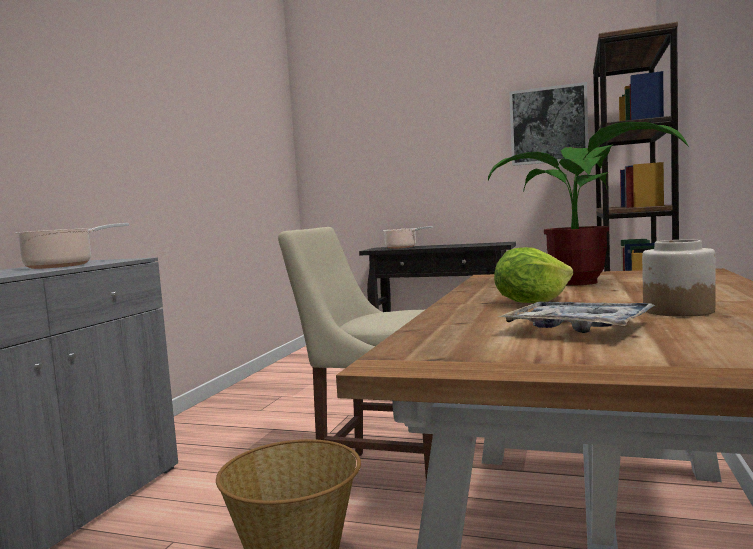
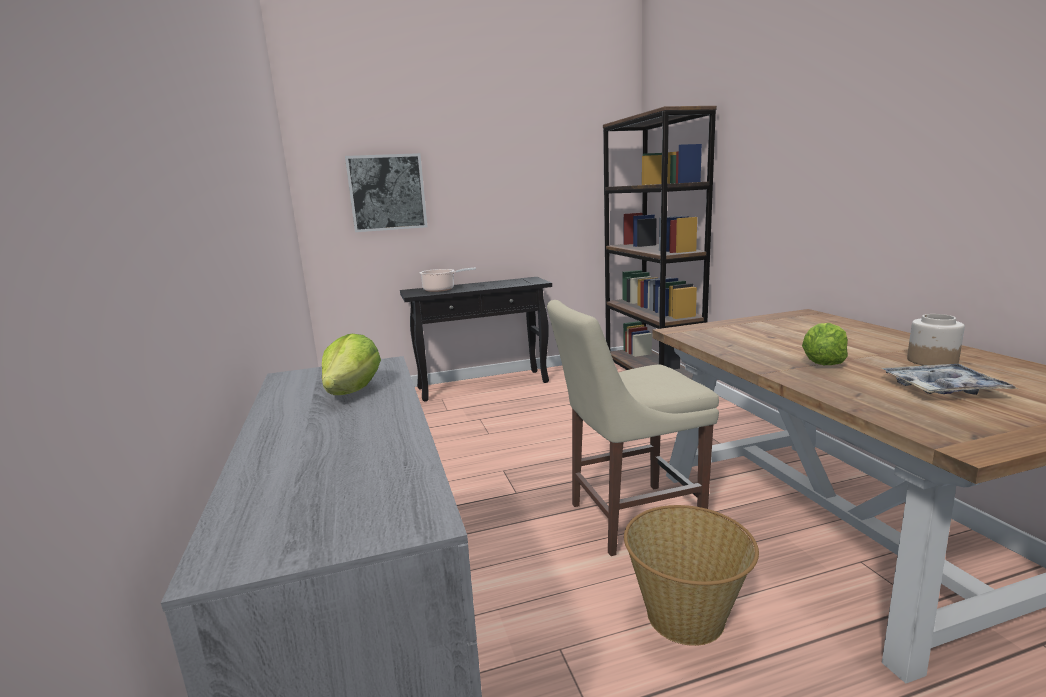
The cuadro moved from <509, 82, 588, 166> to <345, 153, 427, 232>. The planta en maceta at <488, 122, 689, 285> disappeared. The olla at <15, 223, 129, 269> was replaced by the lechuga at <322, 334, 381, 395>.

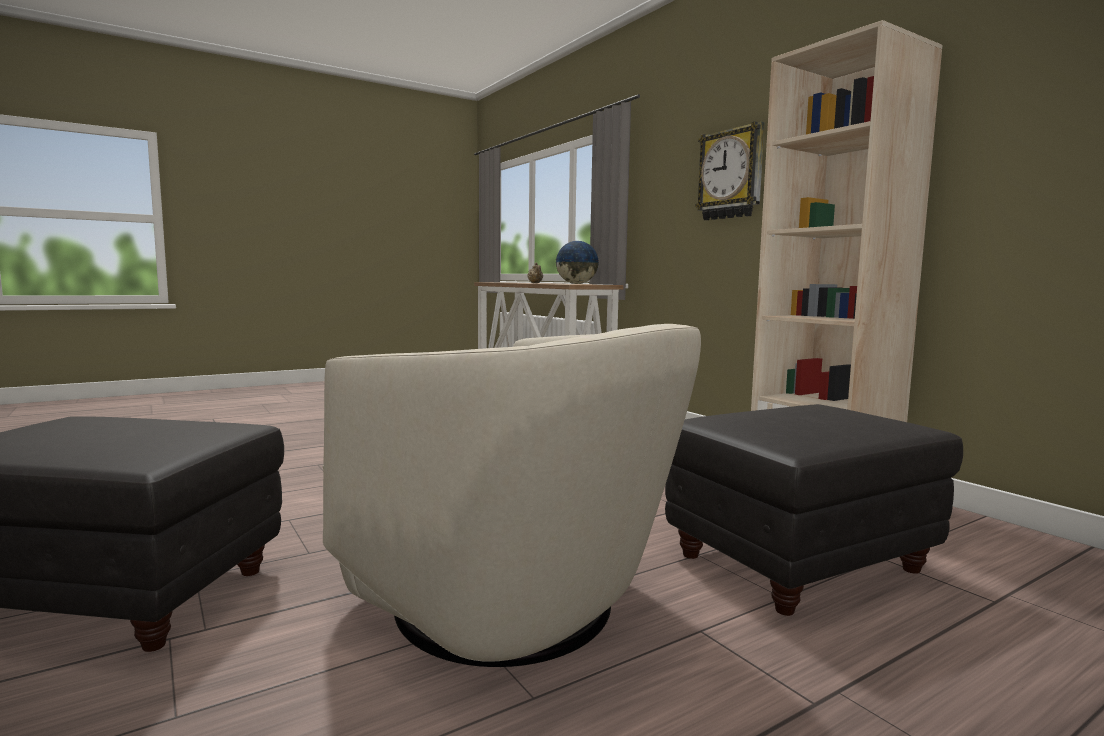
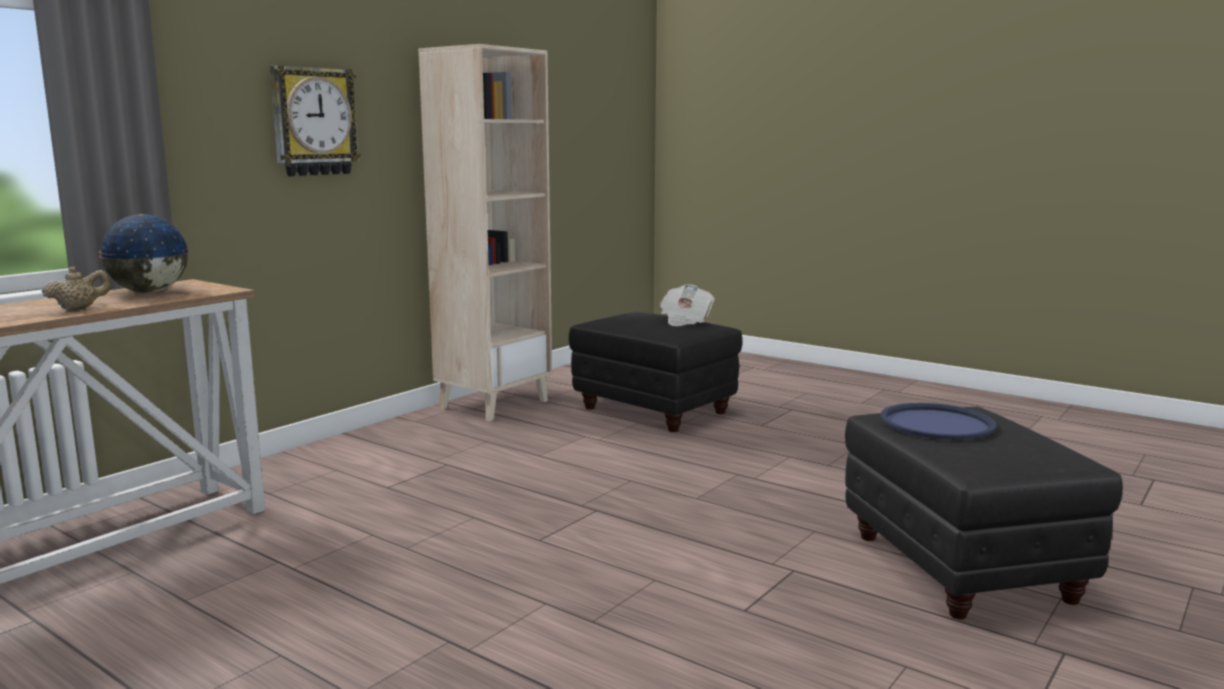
The sillón [beis] at <323, 324, 701, 667> disappeared. The periódico at <660, 284, 715, 326> appeared. The bandeja [azul] at <881, 403, 996, 440> appeared.

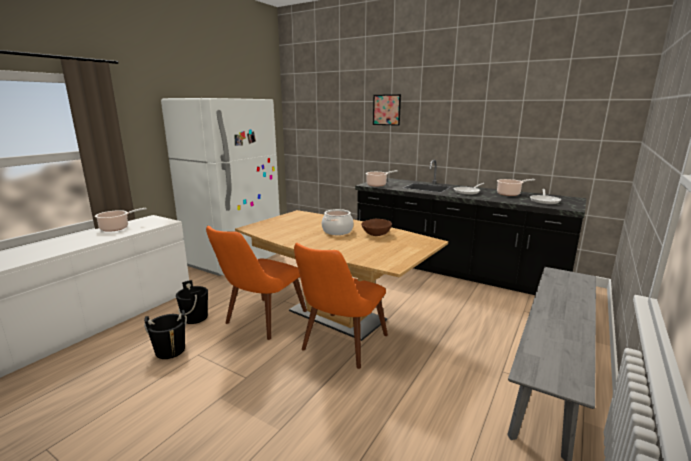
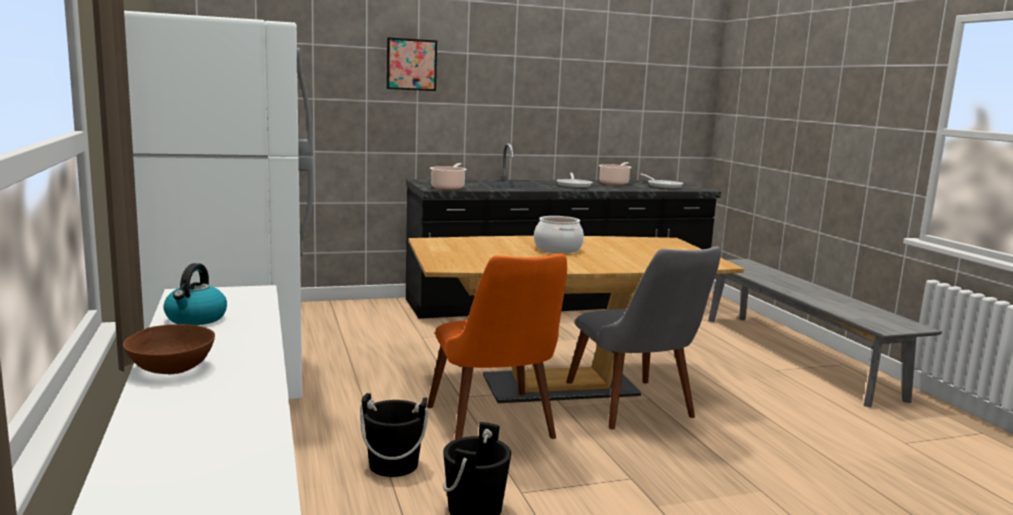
The olla at <95, 208, 147, 232> was replaced by the hervidor at <163, 263, 227, 325>. The cuenco [marrón] moved from <361, 219, 392, 236> to <123, 324, 215, 374>. The silla [naranja] at <294, 243, 388, 369> became the silla [gris] at <566, 246, 721, 430>.

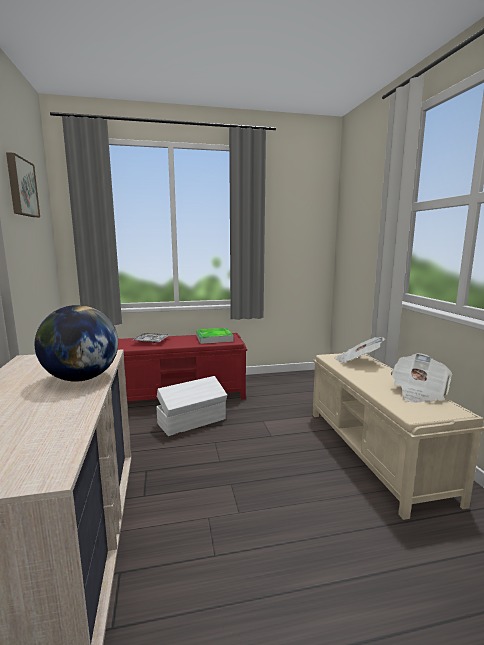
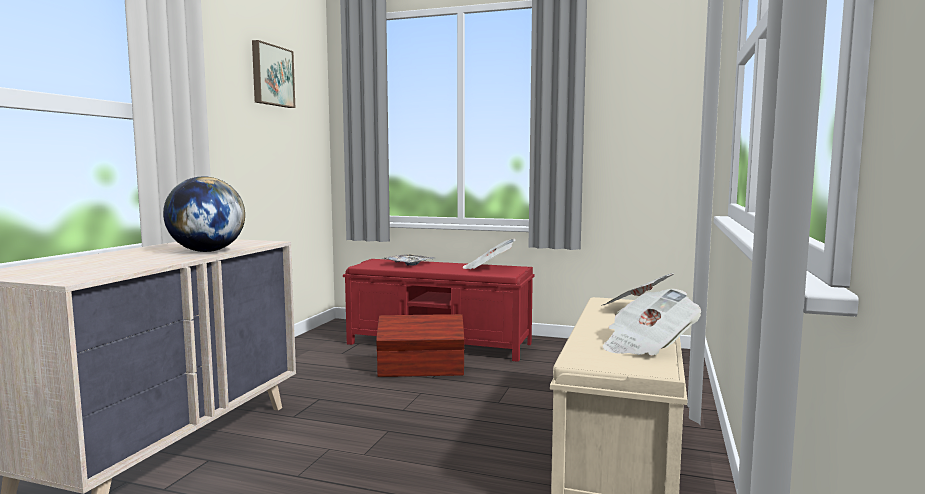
The bandeja at <196, 328, 233, 344> was replaced by the periódico at <462, 239, 516, 269>. The caja de almacenaje [blanco] at <156, 376, 227, 436> became the caja de almacenaje [marrón] at <376, 314, 464, 377>.

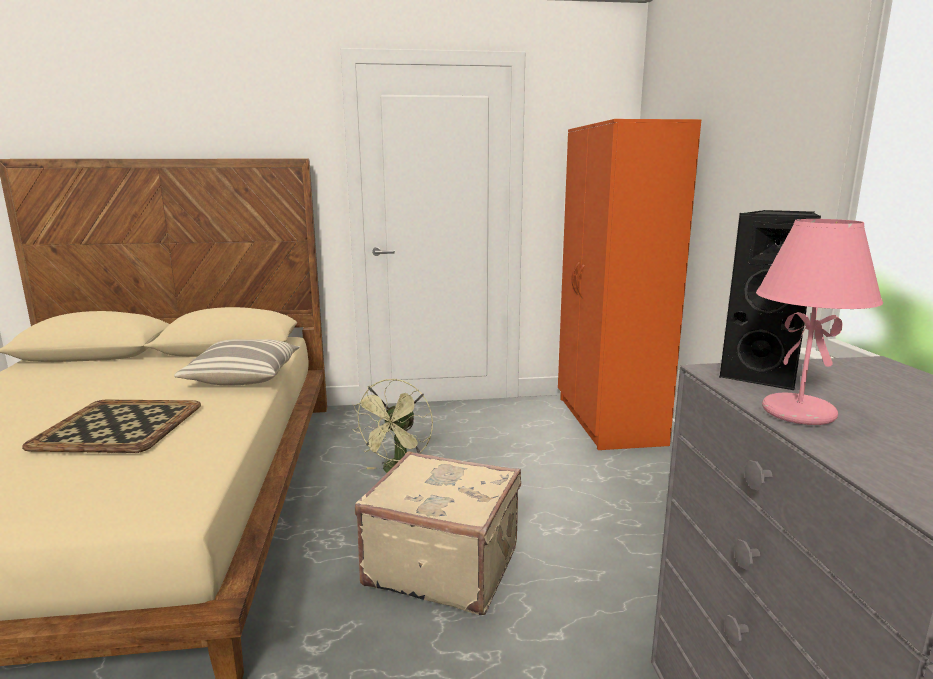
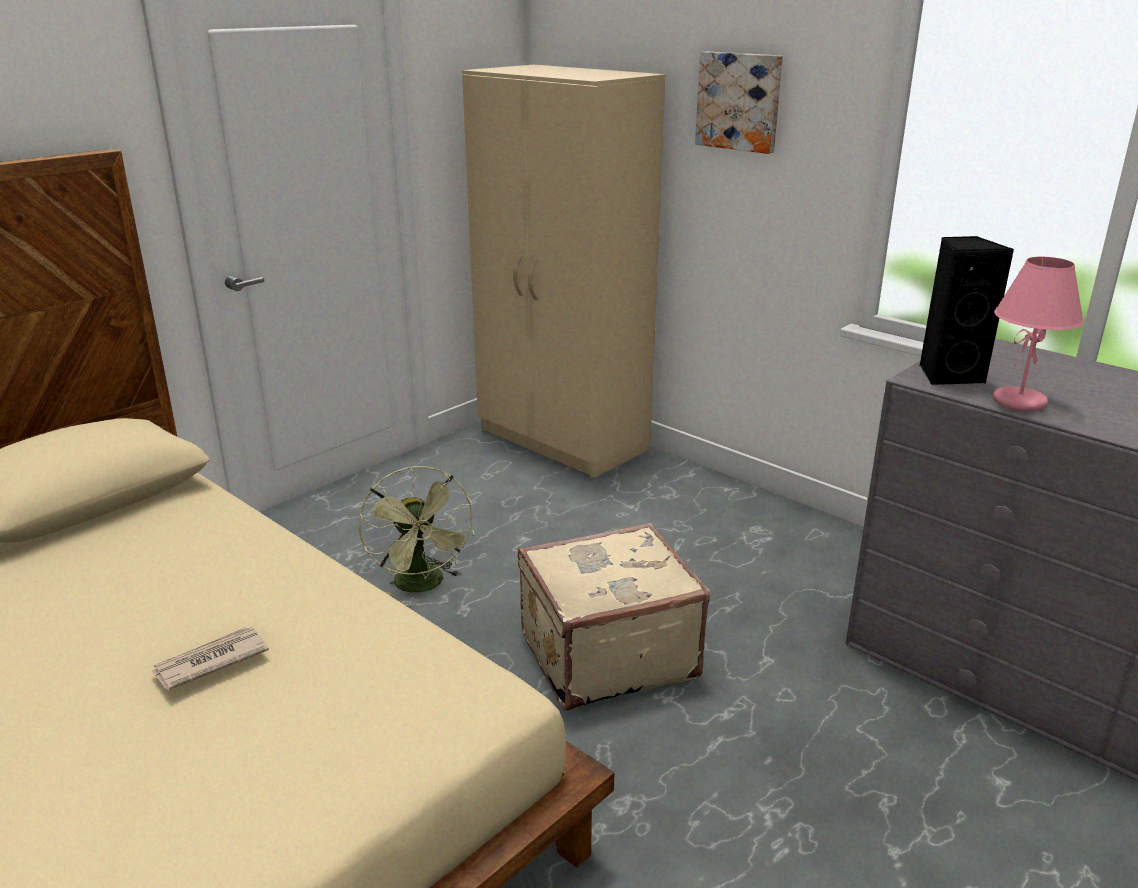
The armario ropero [naranja] at <558, 119, 701, 450> became the armario ropero [beis] at <462, 65, 666, 478>. The cojín at <174, 339, 300, 385> disappeared. The bandeja at <22, 400, 201, 453> was replaced by the periódico at <151, 627, 269, 690>. The cuadro at <695, 51, 783, 154> appeared.

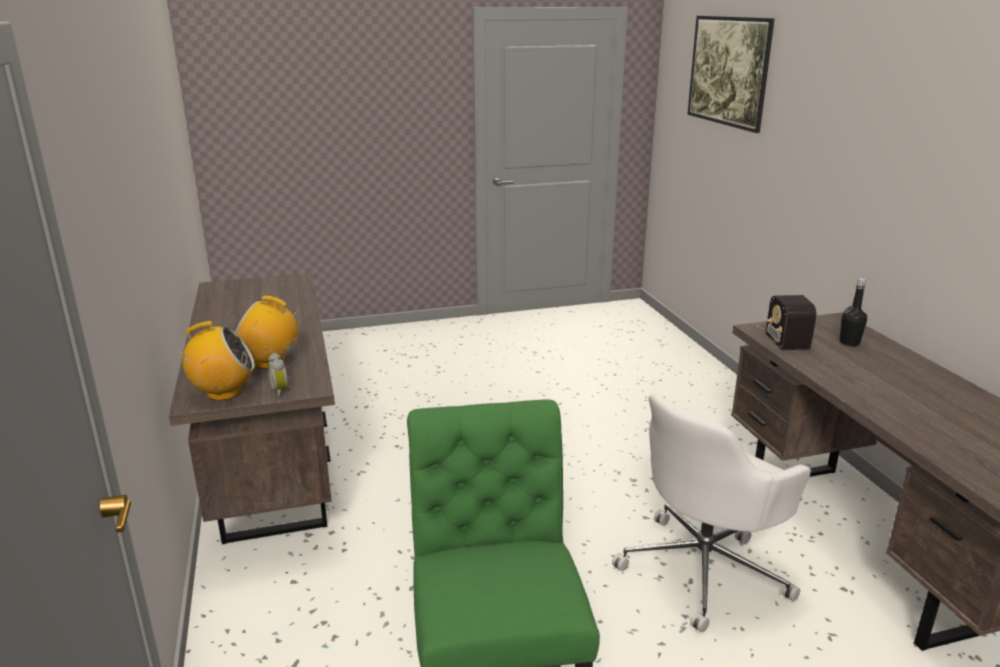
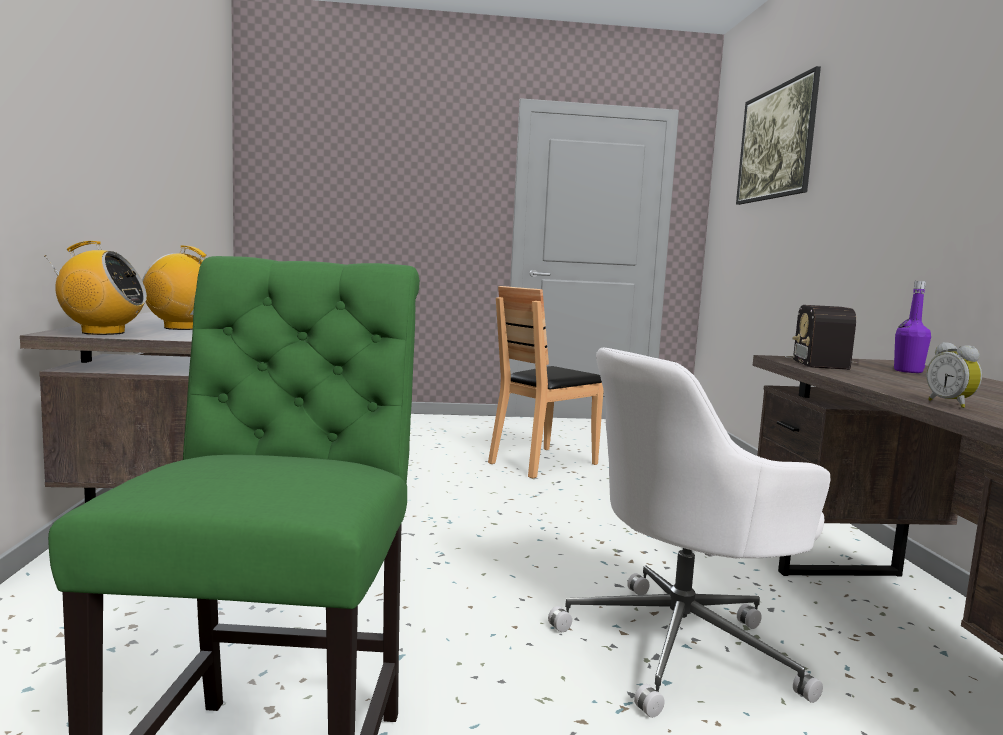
The botella [negro] at <840, 278, 867, 346> became the botella [morado] at <894, 281, 931, 373>. The despertador moved from <268, 353, 291, 397> to <926, 342, 982, 408>. The silla [marrón] at <488, 286, 603, 478> appeared.

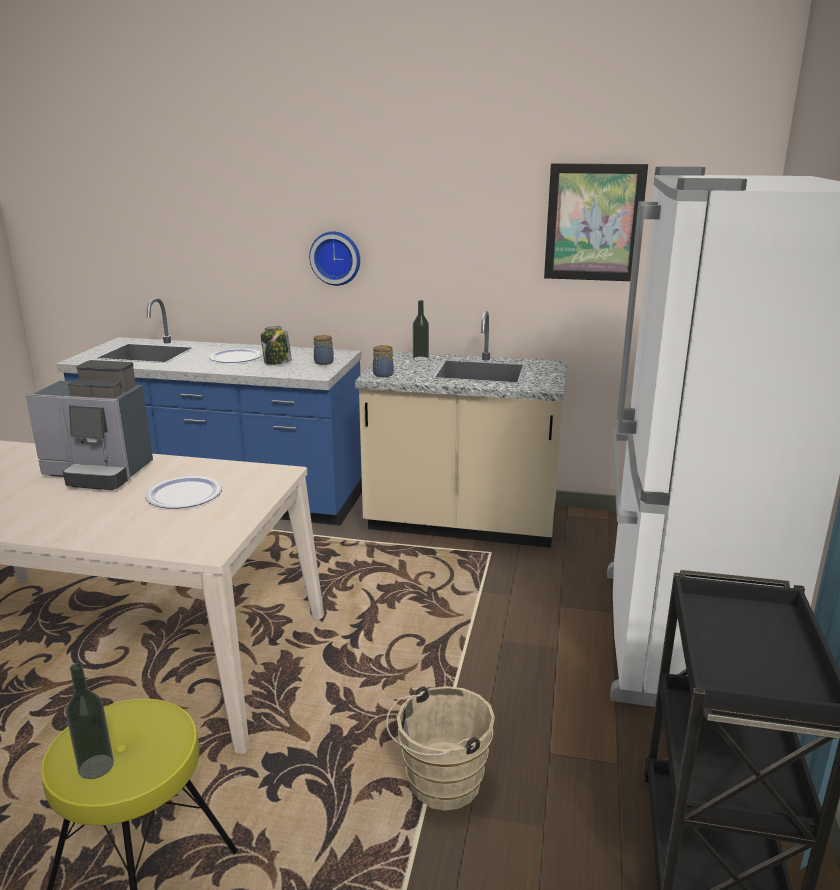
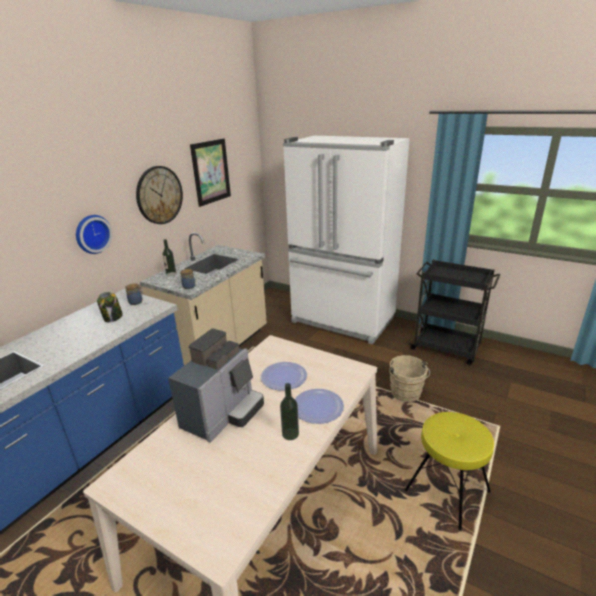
The plato moved from <209, 349, 262, 363> to <295, 389, 344, 424>. The botella moved from <66, 663, 114, 779> to <280, 383, 299, 440>. The reloj de pared at <136, 166, 183, 224> appeared.

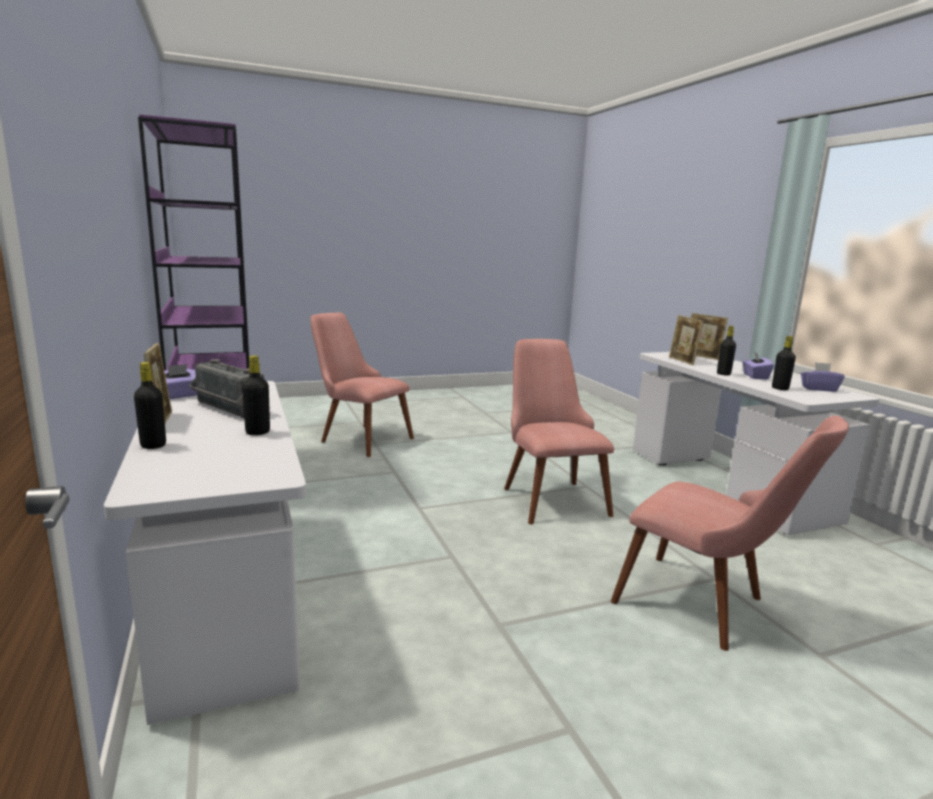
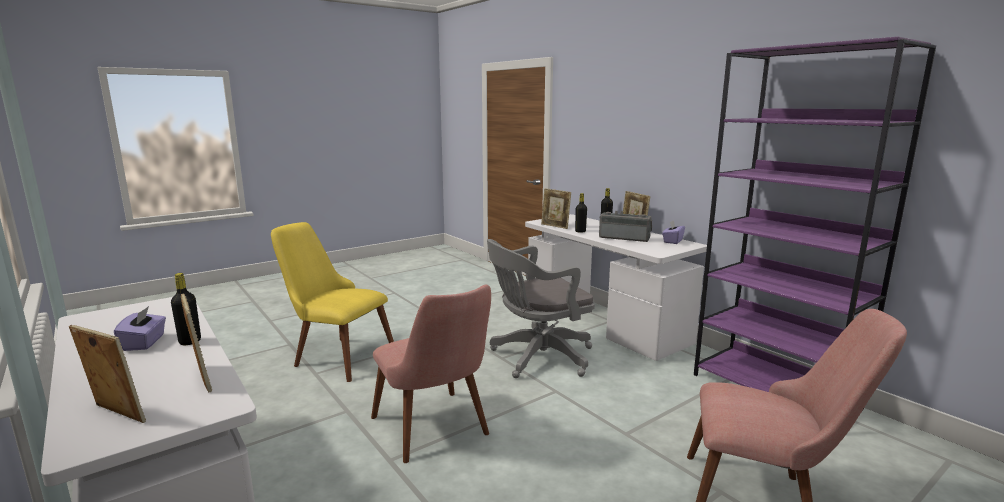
The botella [negro] at <772, 336, 796, 390> disappeared. The caja de pañuelos [morado] at <801, 362, 845, 392> disappeared. The silla [rosa] at <611, 416, 849, 651> became the silla [amarillo] at <271, 222, 394, 382>. The portarretratos at <541, 188, 571, 229> appeared. The silla de oficina [gris] at <487, 239, 595, 378> appeared.

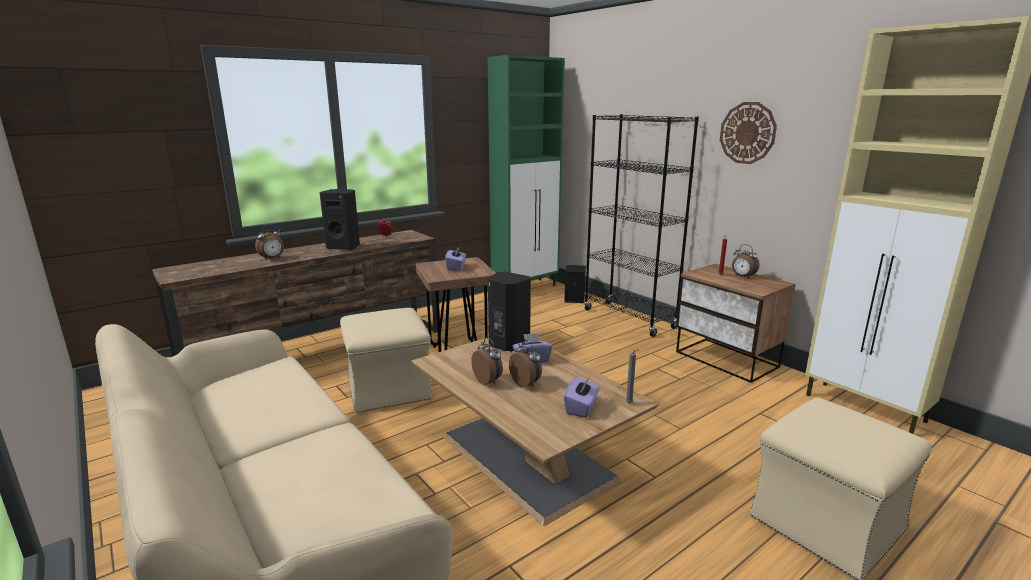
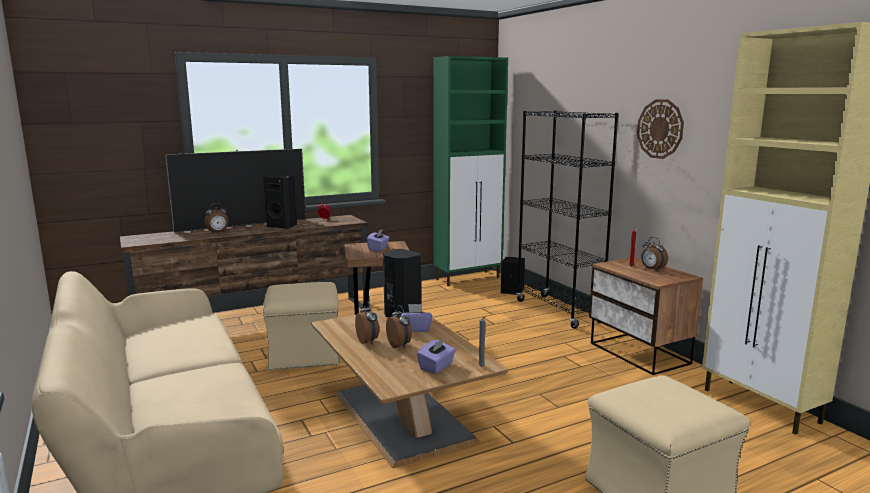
The televisor at <166, 149, 306, 232> appeared.

